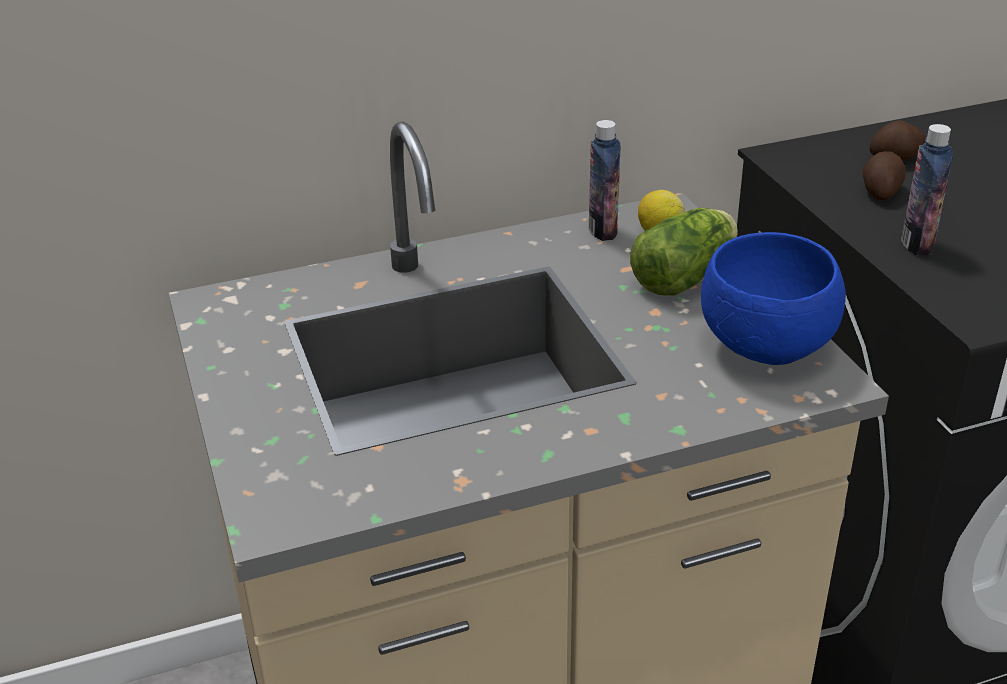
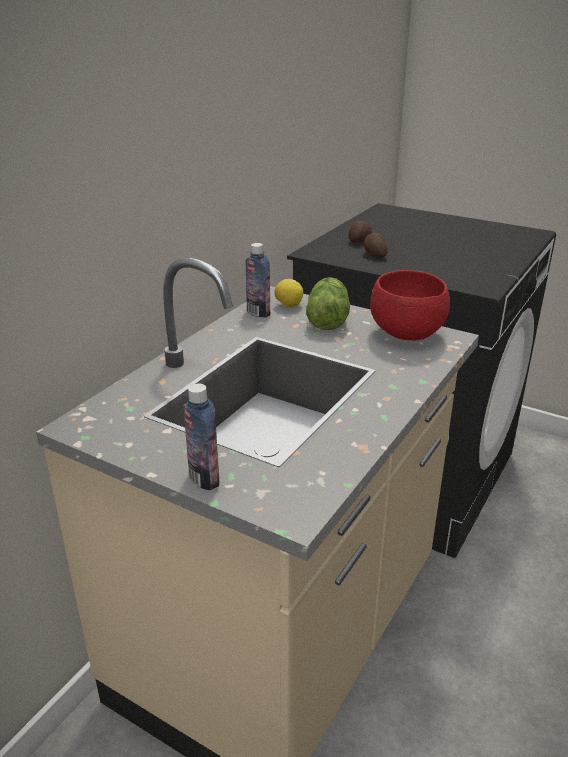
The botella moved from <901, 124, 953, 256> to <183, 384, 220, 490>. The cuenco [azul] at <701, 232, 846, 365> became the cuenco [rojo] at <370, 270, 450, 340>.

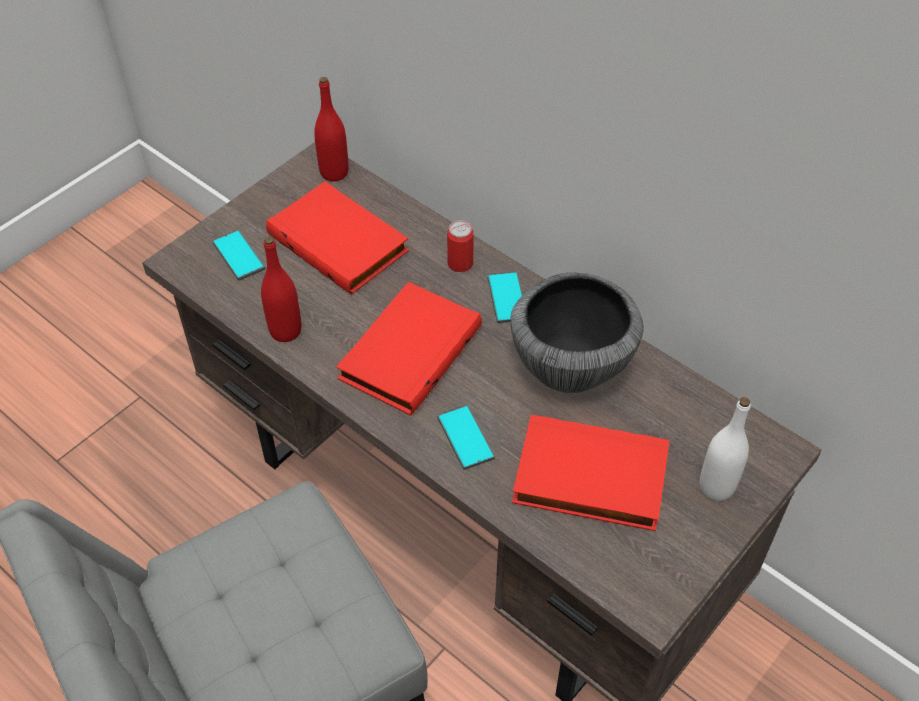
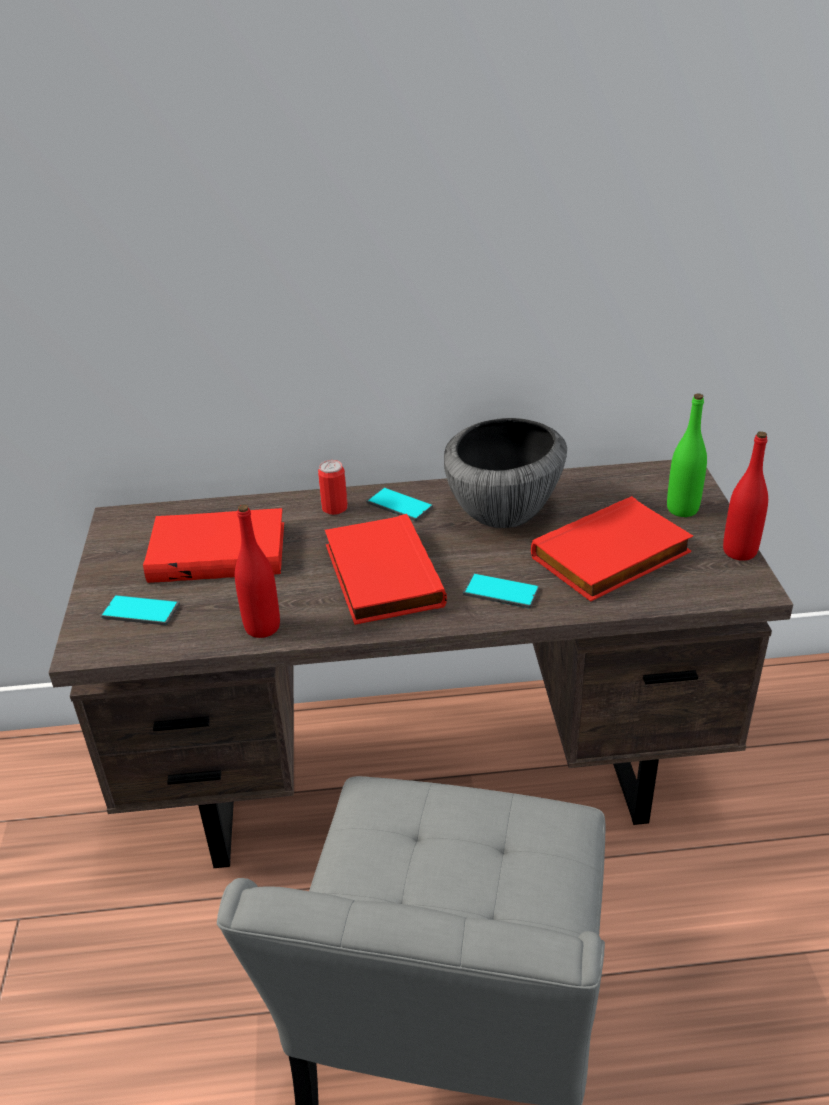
The botella [rojo] moved from <314, 77, 348, 181> to <723, 431, 768, 561>. The botella [blanco] at <700, 397, 751, 501> became the botella [verde] at <667, 394, 707, 517>.

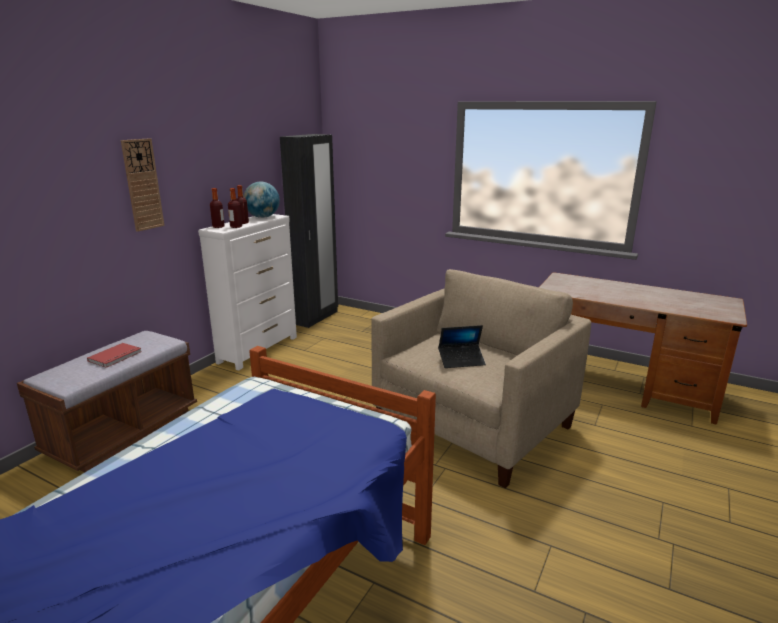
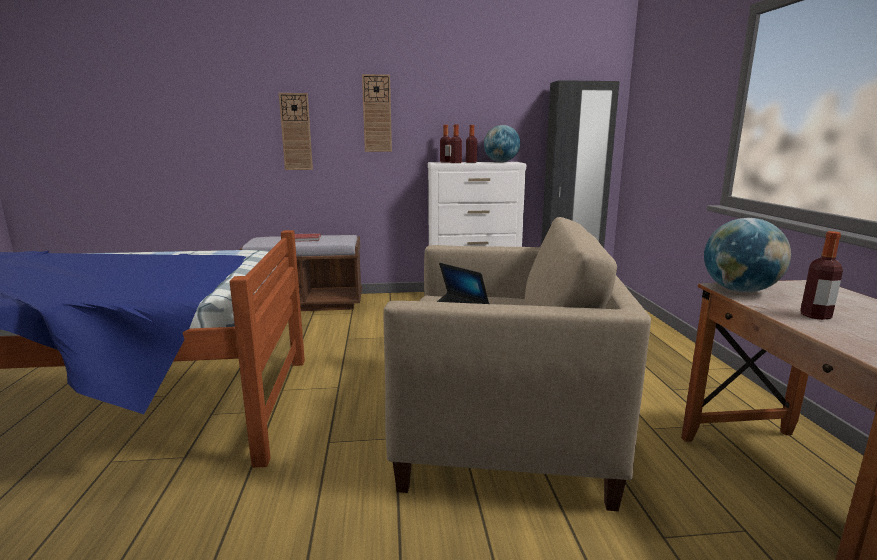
The reloj de pared at <279, 93, 313, 170> appeared. The globo terráqueo at <704, 218, 791, 292> appeared. The botella at <800, 231, 843, 320> appeared.

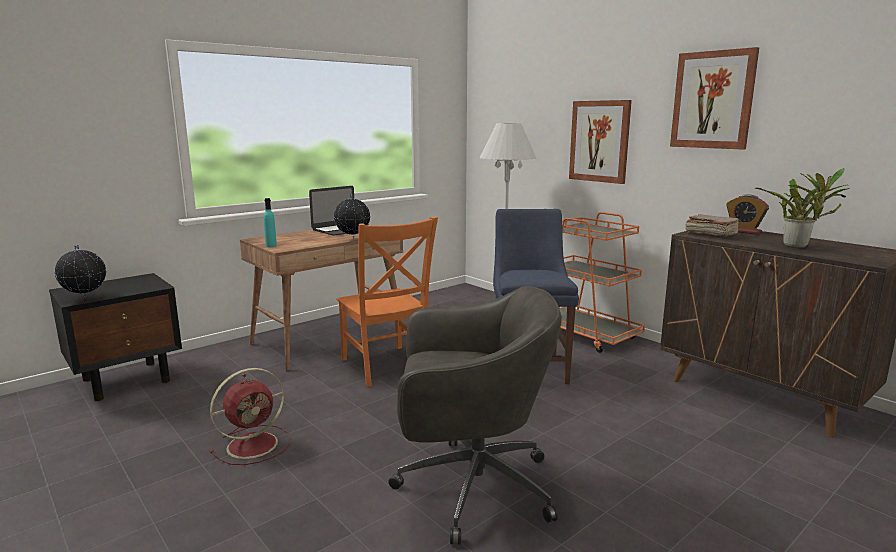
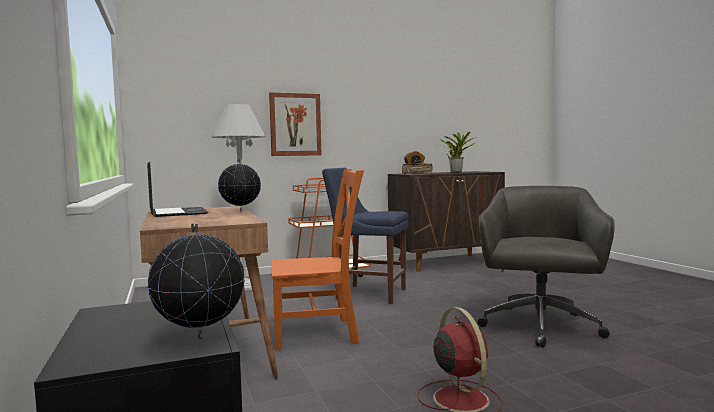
The cuadro at <670, 47, 759, 150> disappeared. The botella [turquesa] at <263, 198, 277, 247> disappeared.

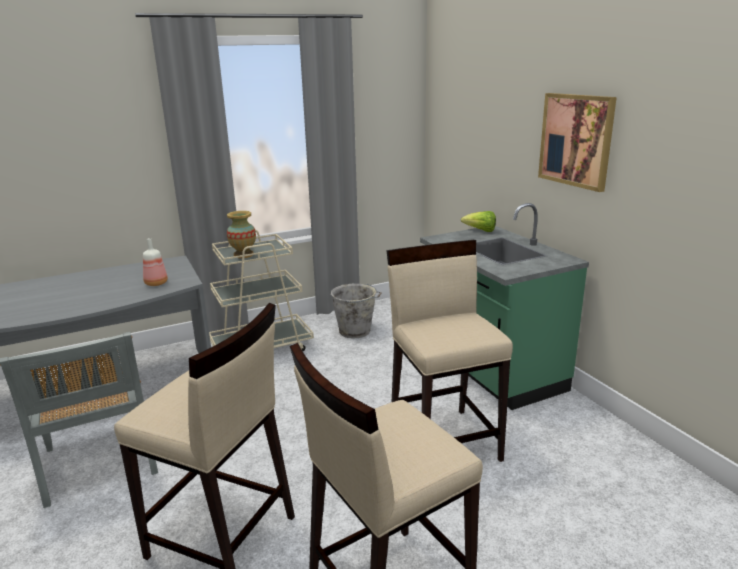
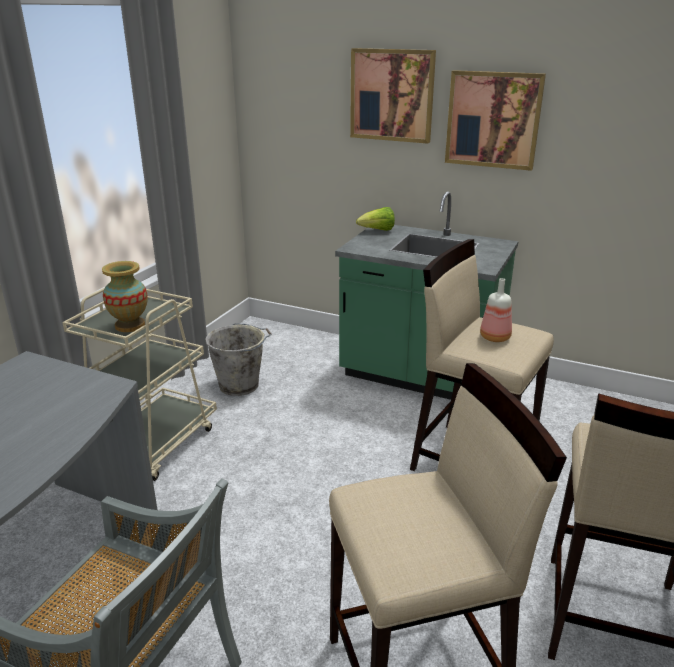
The botella moved from <143, 238, 168, 286> to <480, 278, 512, 342>. The cuadro at <350, 48, 436, 144> appeared.

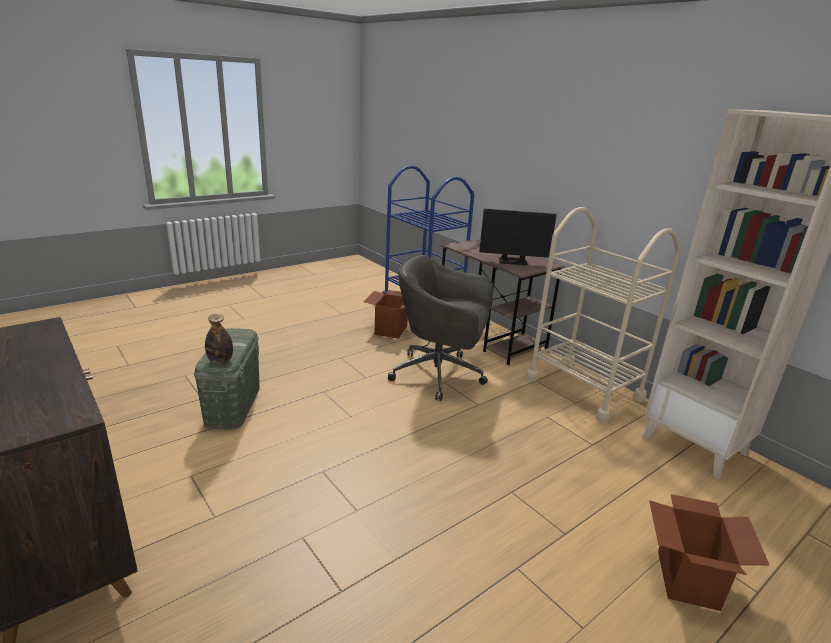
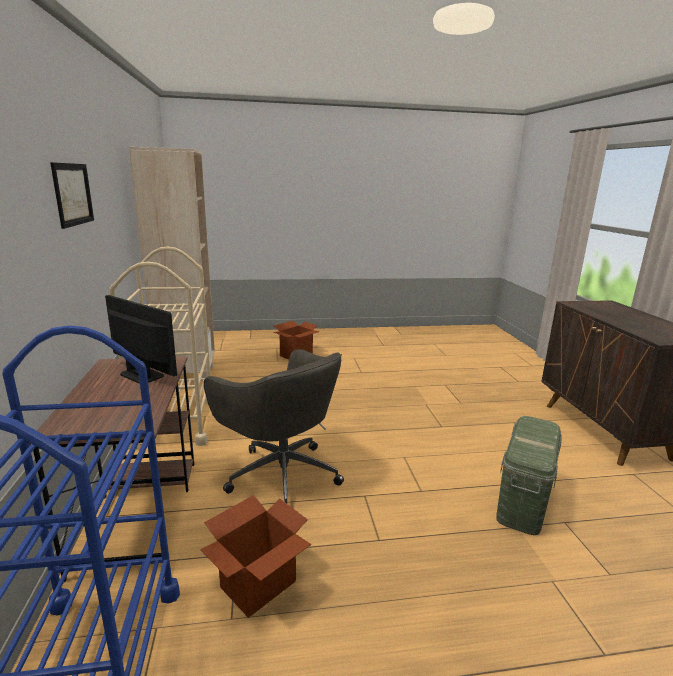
The botella at <205, 314, 233, 364> disappeared. The cuadro at <50, 162, 94, 229> appeared.

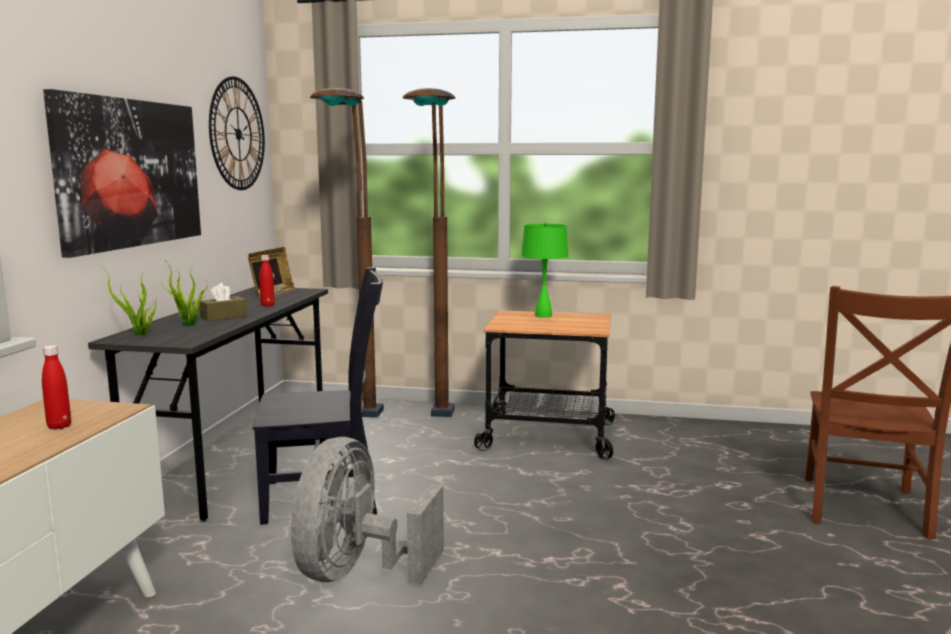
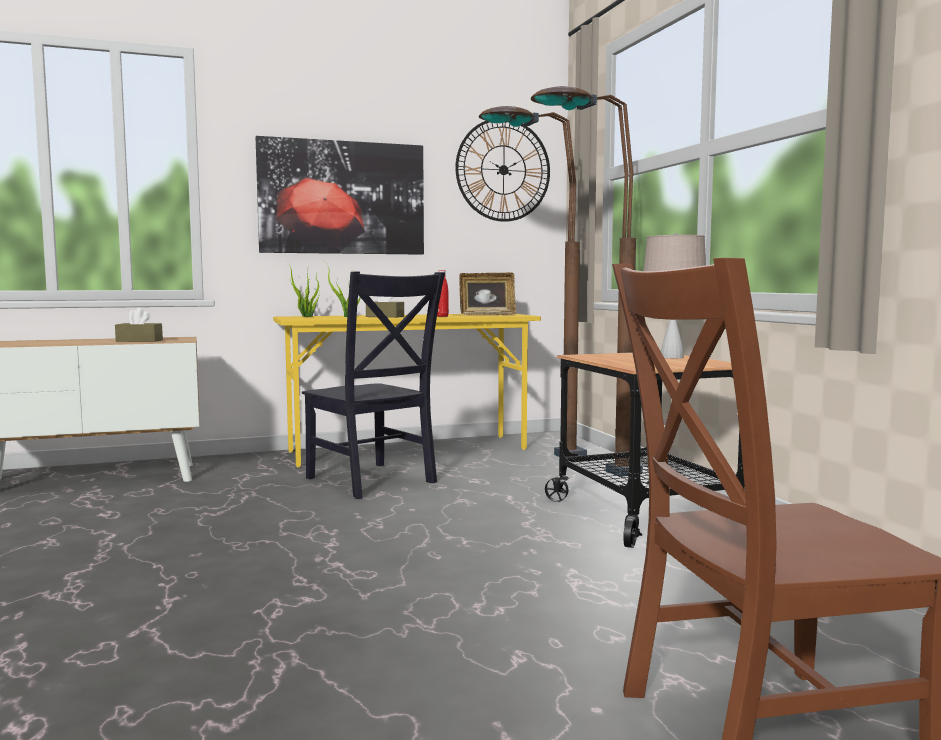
The lámpara de mesa [verde] at <521, 223, 568, 318> became the lámpara de mesa [beis] at <643, 233, 706, 358>. The escritorio [gris] at <88, 287, 328, 522> became the escritorio [amarillo] at <273, 314, 541, 467>. The botella [rojo] at <42, 345, 71, 430> was replaced by the caja de pañuelos [marrón] at <115, 307, 163, 342>. The ventilador [gris] at <291, 437, 444, 584> disappeared.

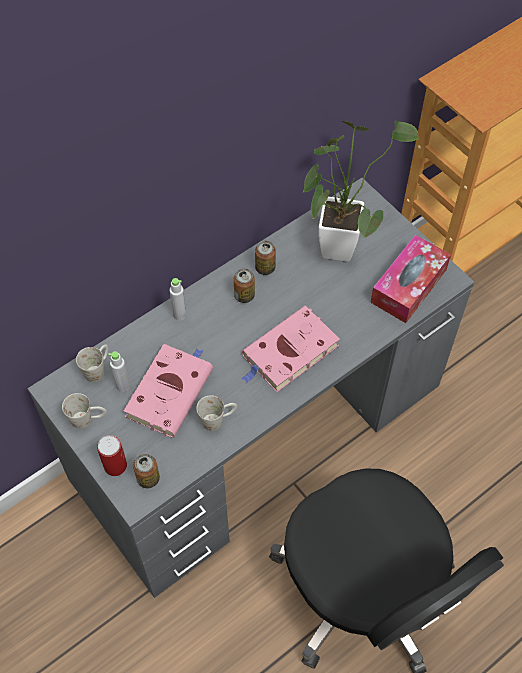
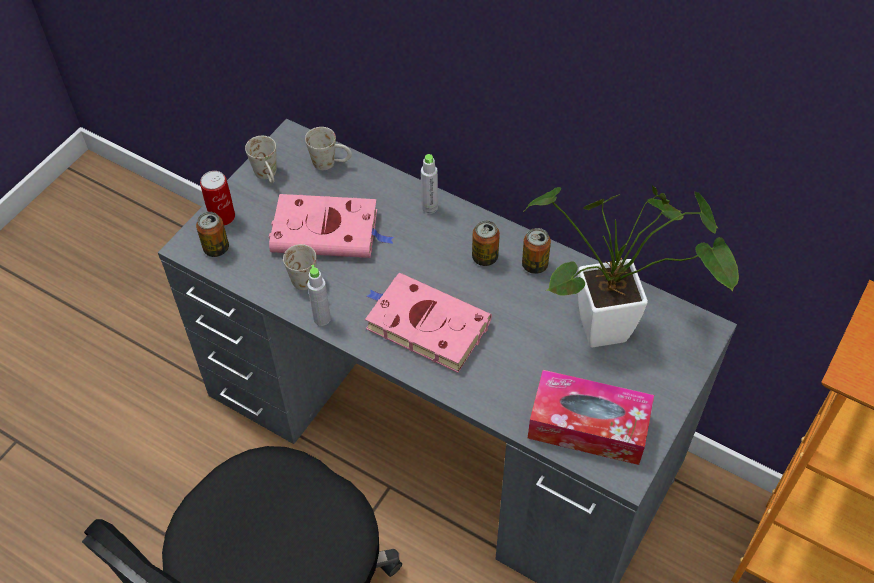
The botella [gris] moved from <108, 351, 130, 392> to <307, 265, 331, 326>.

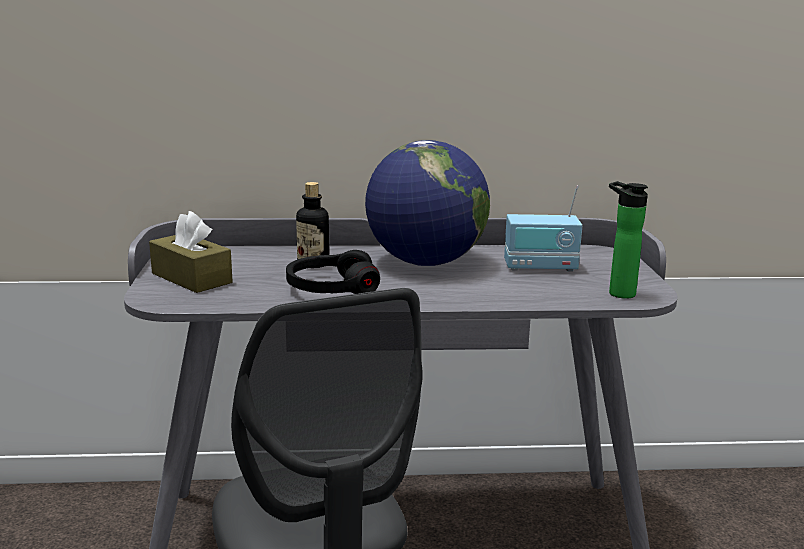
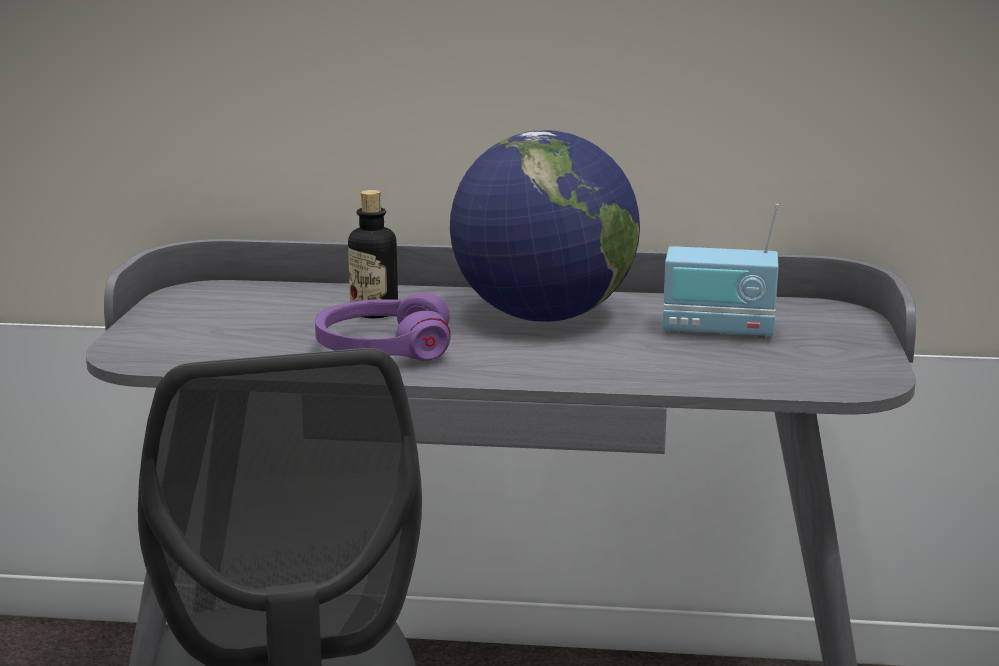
The botella at <609, 181, 648, 299> disappeared. The caja de pañuelos [marrón] at <149, 211, 233, 293> disappeared. The auriculares [negro] at <286, 250, 380, 294> became the auriculares [morado] at <315, 293, 451, 361>.

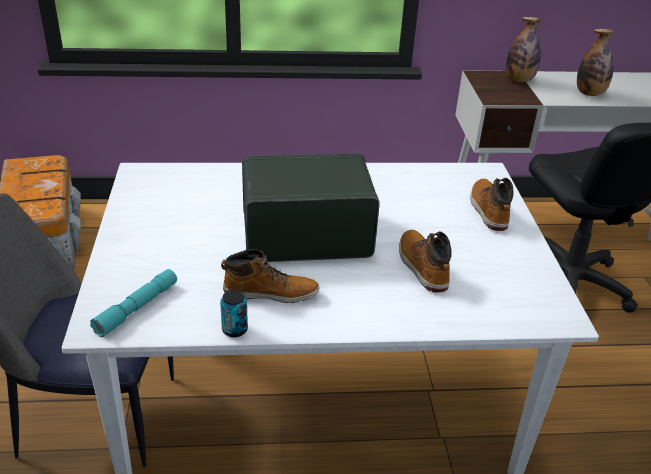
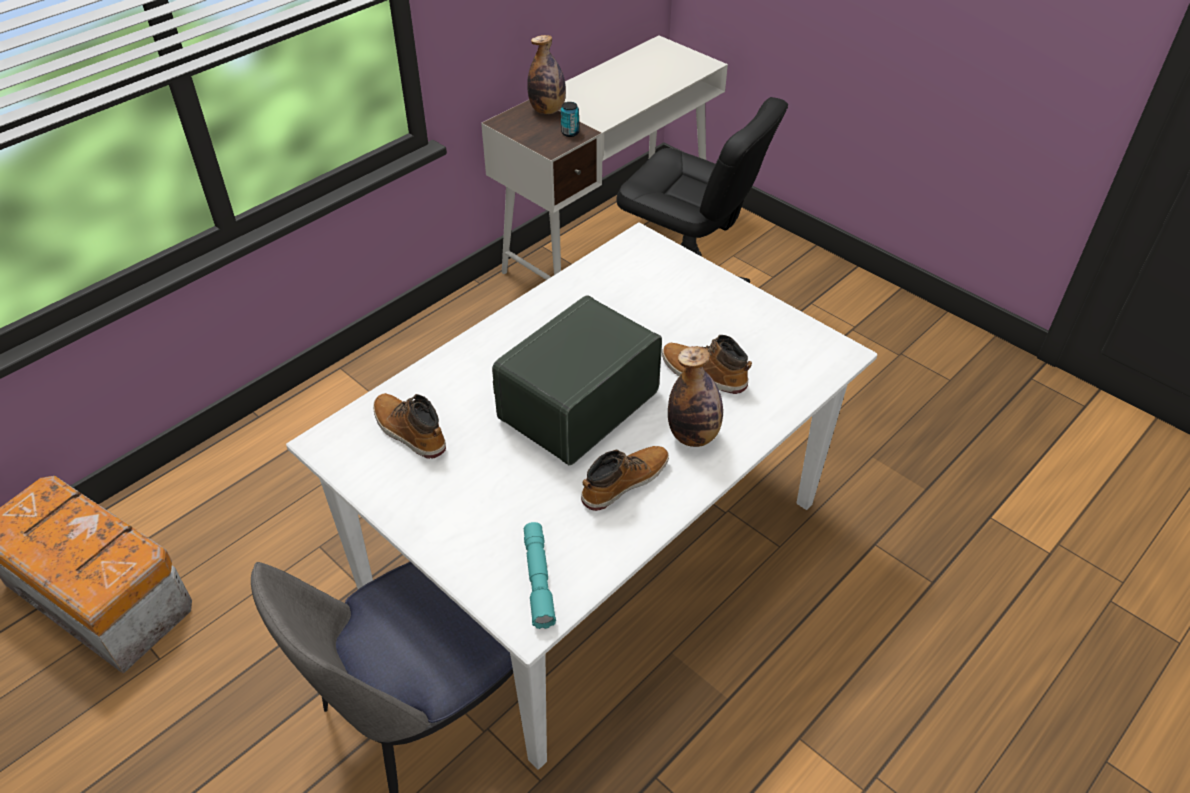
The botella moved from <577, 29, 614, 96> to <668, 346, 723, 447>. The bota moved from <470, 178, 513, 231> to <373, 393, 446, 459>. The lata moved from <220, 290, 248, 337> to <561, 102, 579, 137>.

